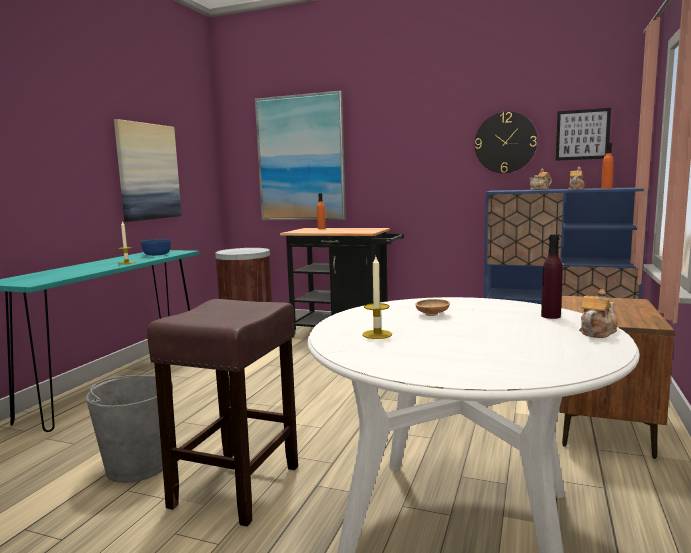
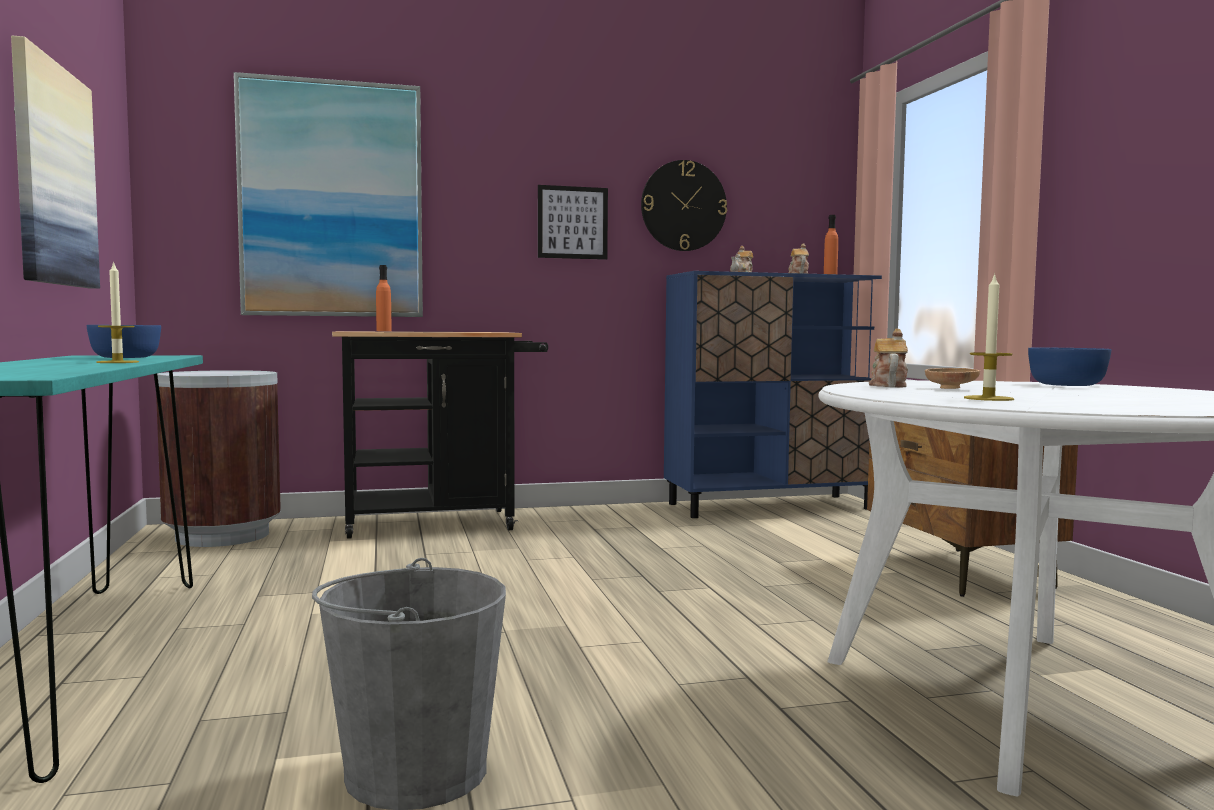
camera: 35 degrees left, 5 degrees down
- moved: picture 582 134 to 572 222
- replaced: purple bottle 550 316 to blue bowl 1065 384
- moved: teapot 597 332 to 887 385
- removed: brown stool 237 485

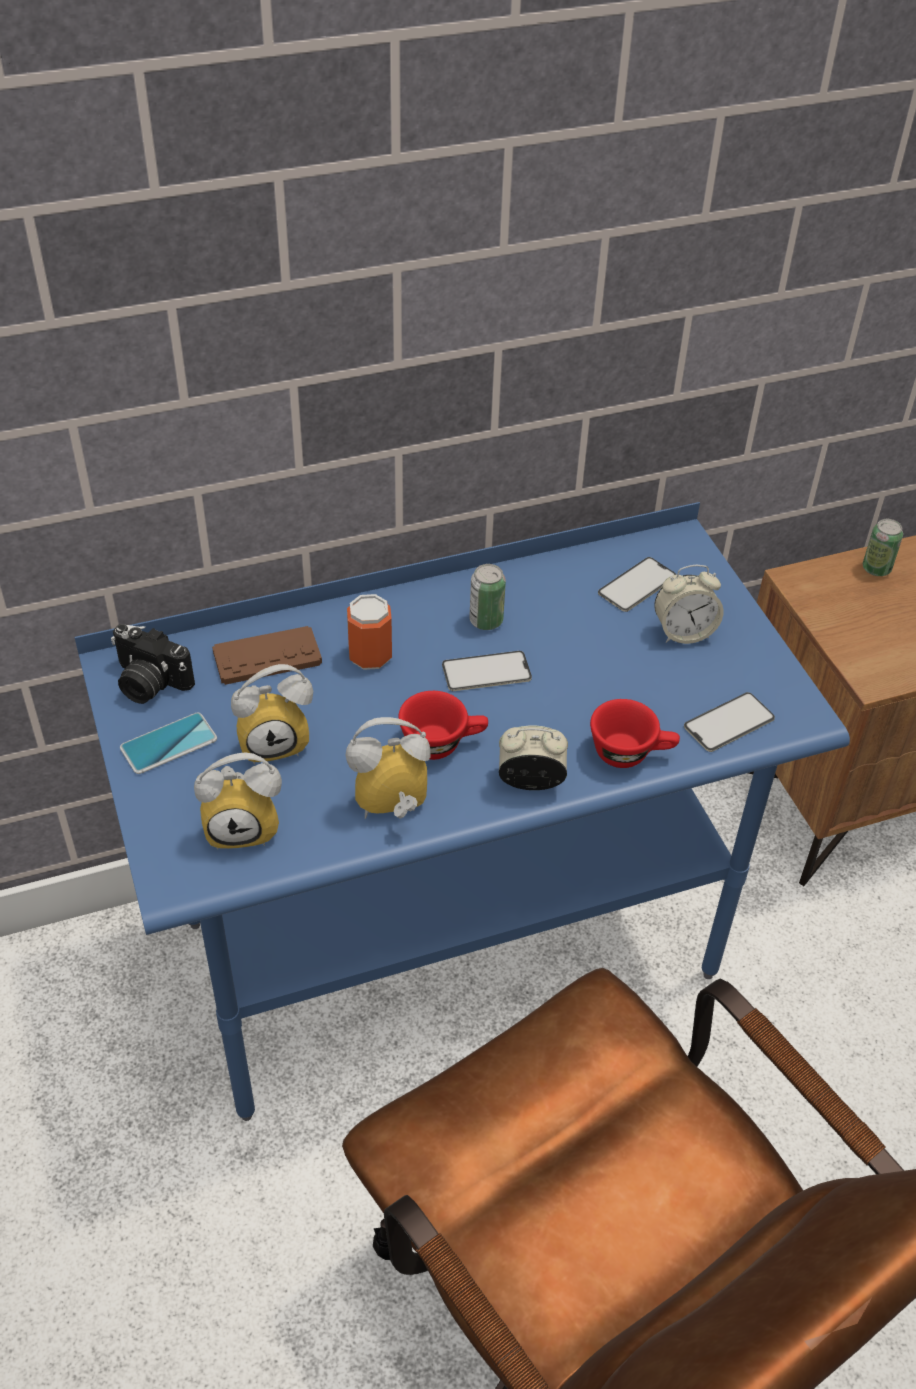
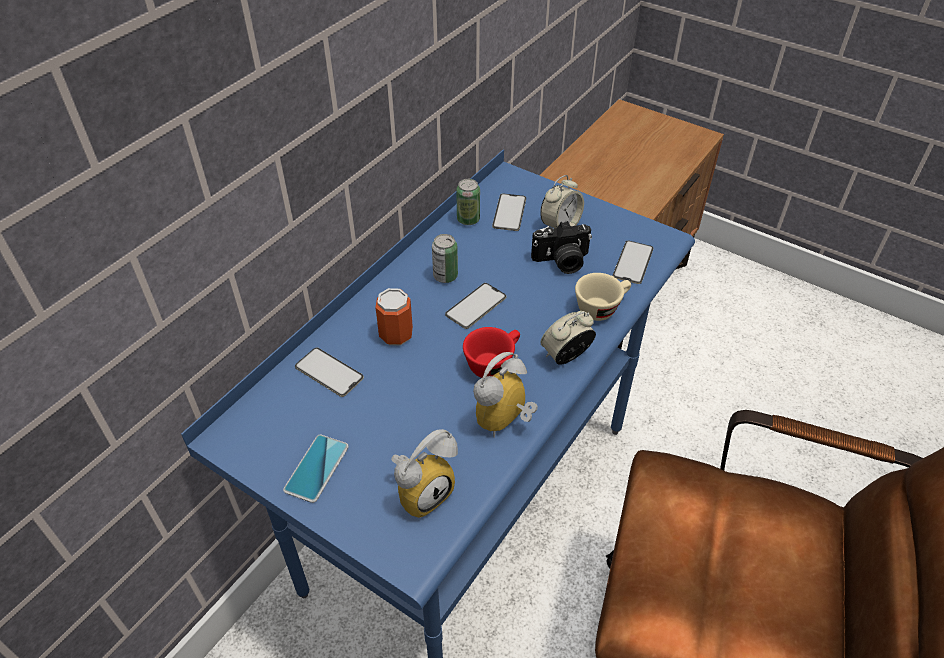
camera: 35 degrees left, 0 degrees up
- moved: can 876 569 to 468 219
- moved: photo camera 148 683 to 562 262
- replaced: brown game controller 267 657 to phone 329 372
- removed: alarm clock 275 741
- recoloured: red cup 631 752 to beige cup 601 307

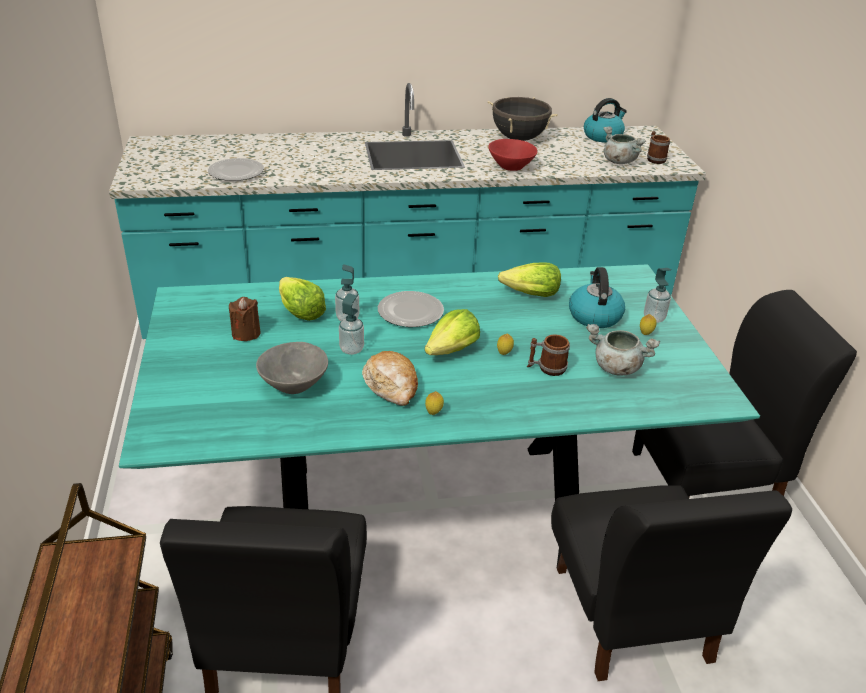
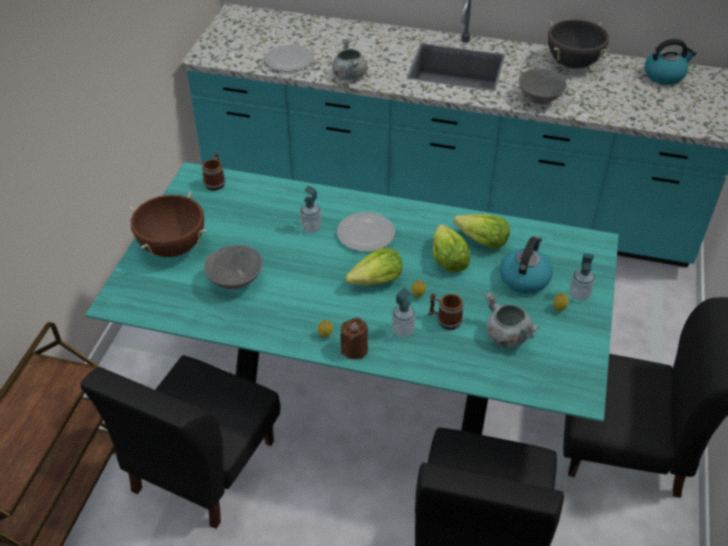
camera: 25 degrees right, 10 degrees up
- moved: grey cooking pot 618 161 to 349 75
- moved: mug 654 159 to 216 181
- recoloured: red bowl 511 167 to grey bowl 539 99
- moved: lettuce 300 312 to 447 259
- moved: soap dispenser 351 349 to 403 331
- moved: brown candle 246 333 to 354 349
- removed: bread 391 386
- added: brown cooking pot 173 247

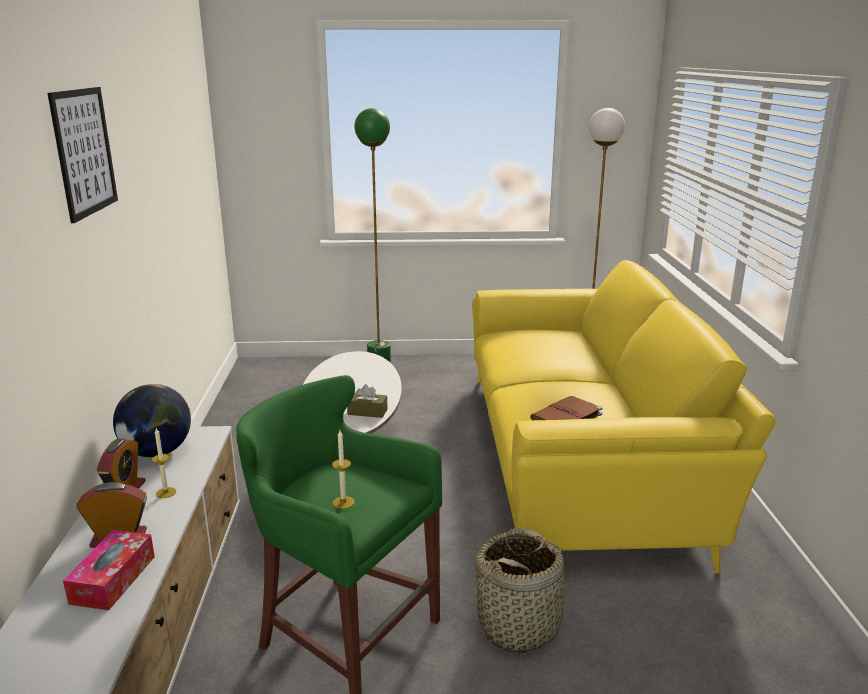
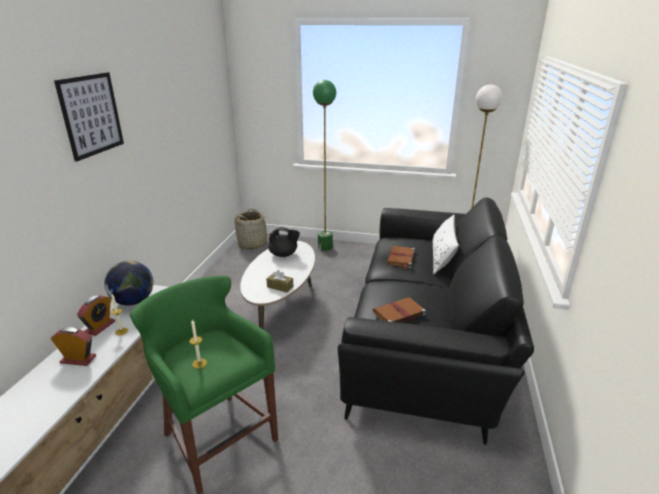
camera: 15 degrees right, 5 degrees up
- recoloured: yellow sofa 579 456 to black sofa 426 333
- moved: basket 519 625 to 253 244
- removed: tissue box 113 579
- added: white pillow 442 257
- added: black teapot 284 254
- added: brown book 400 258

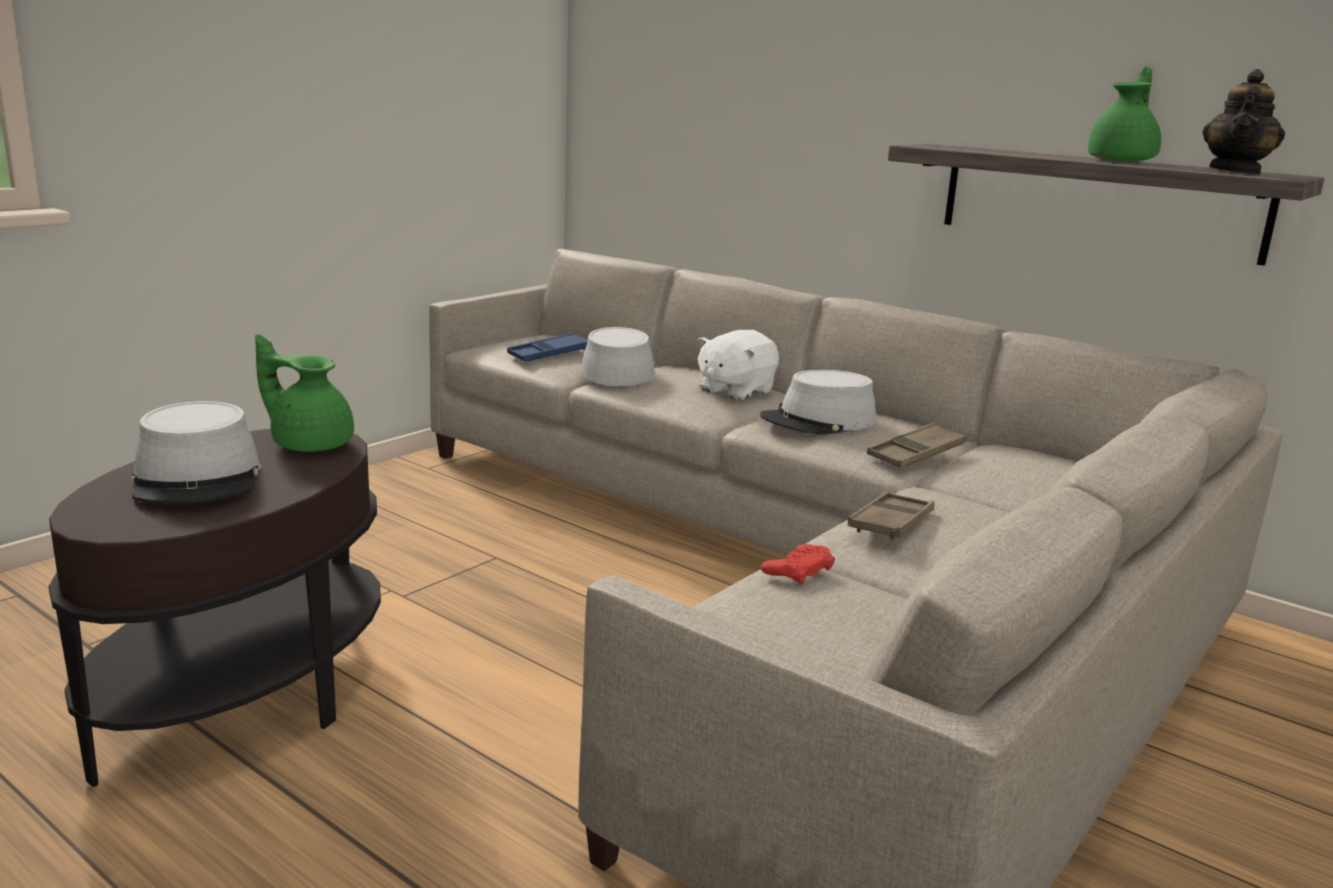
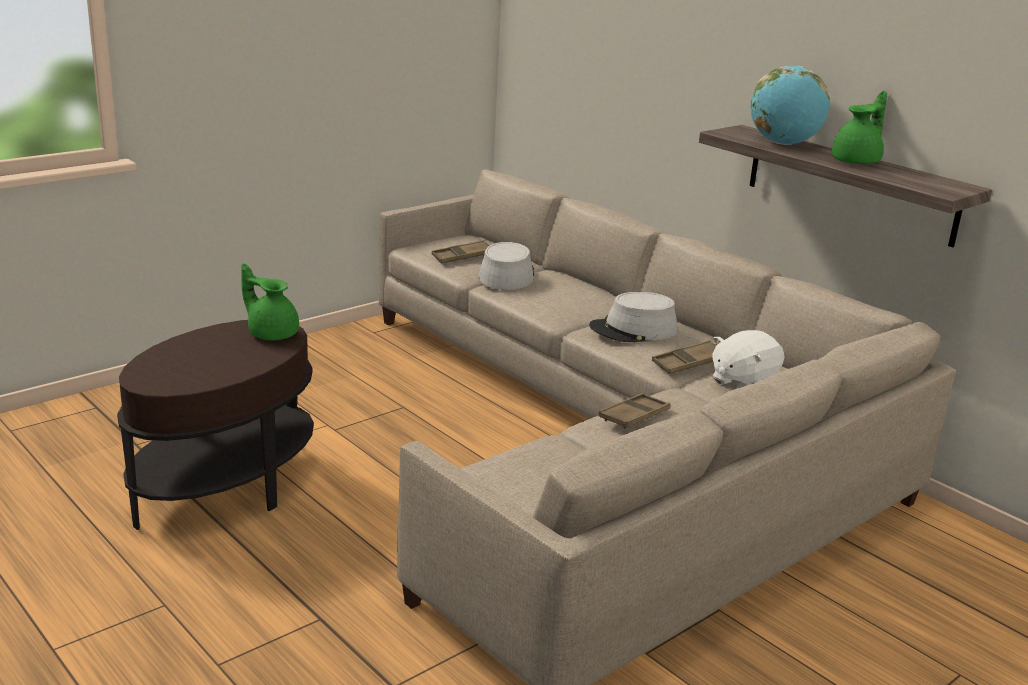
camera: 10 degrees right, 5 degrees up
- removed: teapot 1235 171
- moved: white plush toy 735 391 to 743 382
- recoloured: blue tray 549 354 to brown tray 463 256
- removed: grey hat 198 479
- removed: red game controller 798 570
- added: globe 783 144

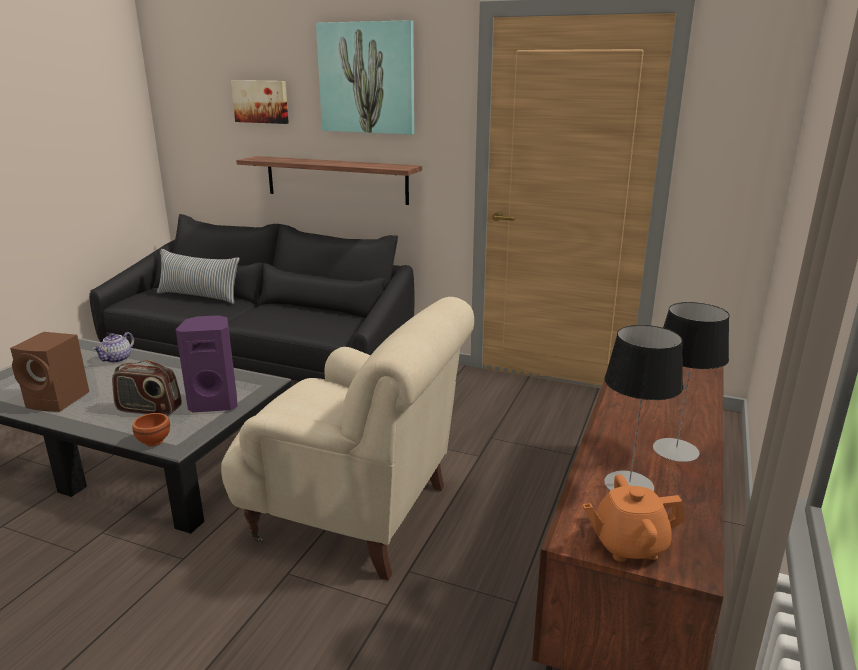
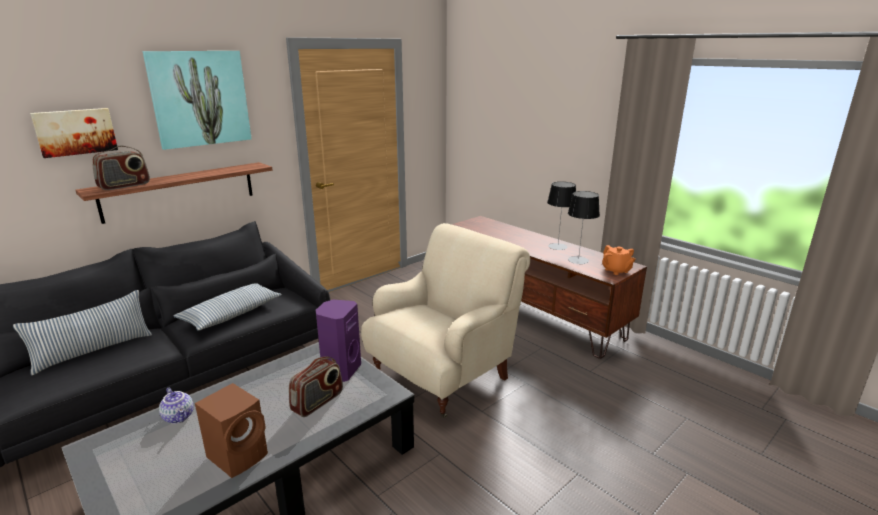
camera: 65 degrees left, 0 degrees up
- removed: brown bowl 153 441
- turned: orange teapot 628 545 = 616 270 45 degrees counterclockwise
- added: radio 124 186
- added: pillow 231 314

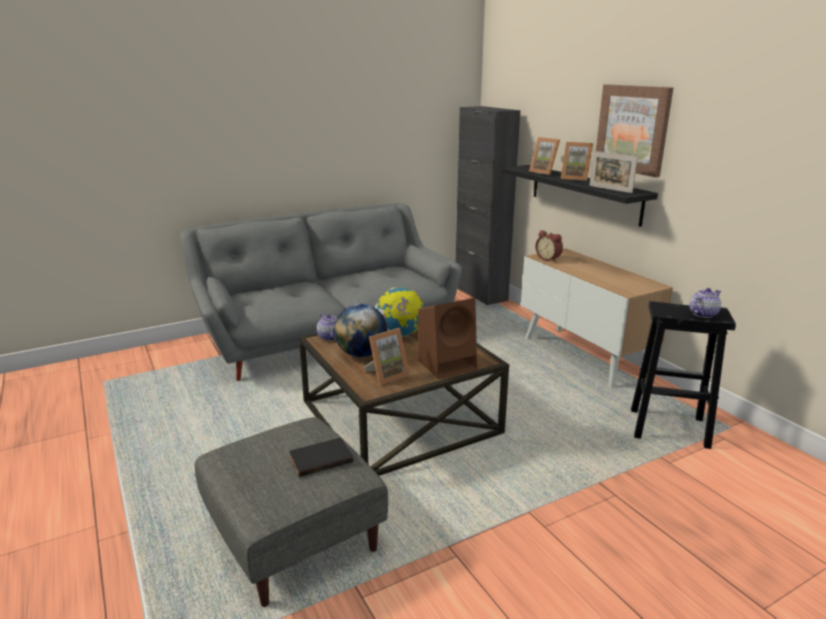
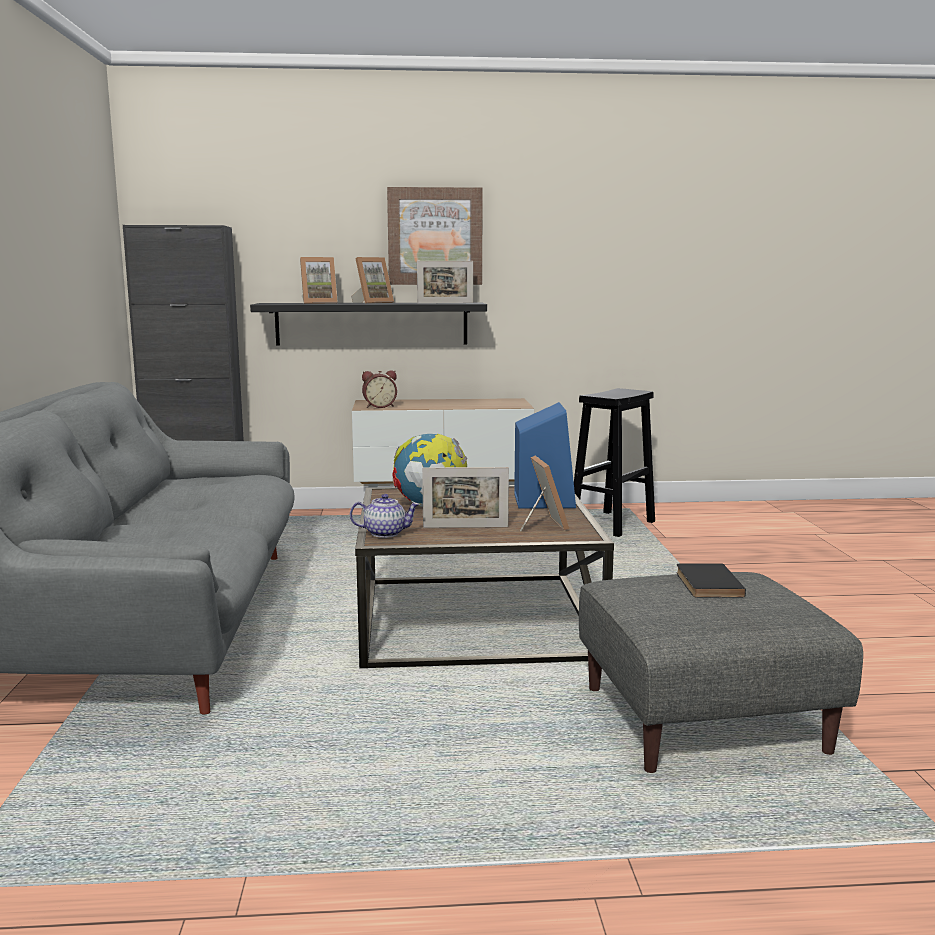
camera: 65 degrees left, 10 degrees down
- removed: teapot 702 314
- recoloured: brown speaker 448 364 to blue speaker 543 500
- replaced: globe 361 354 to picture frame 465 527

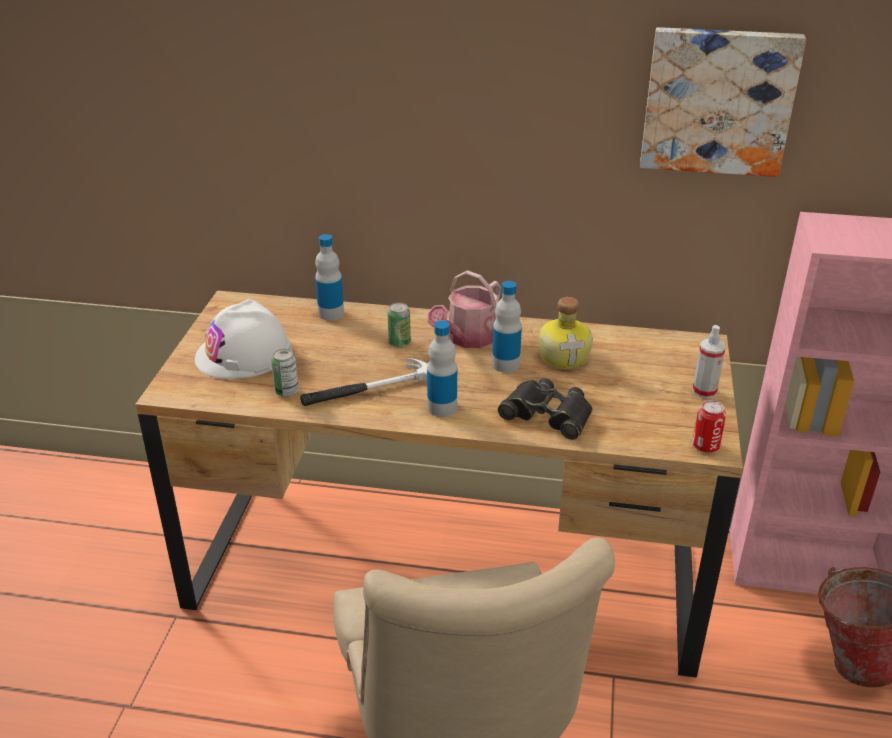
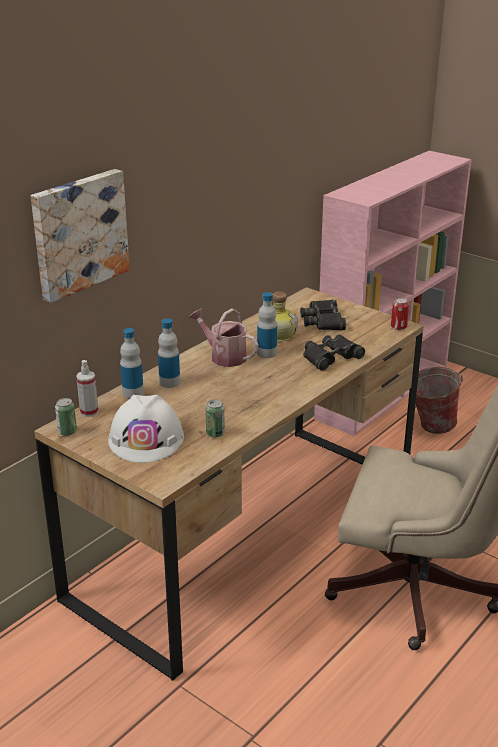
camera: 60 degrees left, 5 degrees down
- moved: picture 718 100 to 78 233
- turned: watering can 467 339 = 224 356 150 degrees clockwise
- moved: can 399 343 to 67 432
- moved: bottle 442 407 to 169 382
- moved: spray bottle 704 391 to 89 412
- removed: hammer 368 390
- added: black binoculars 323 321

